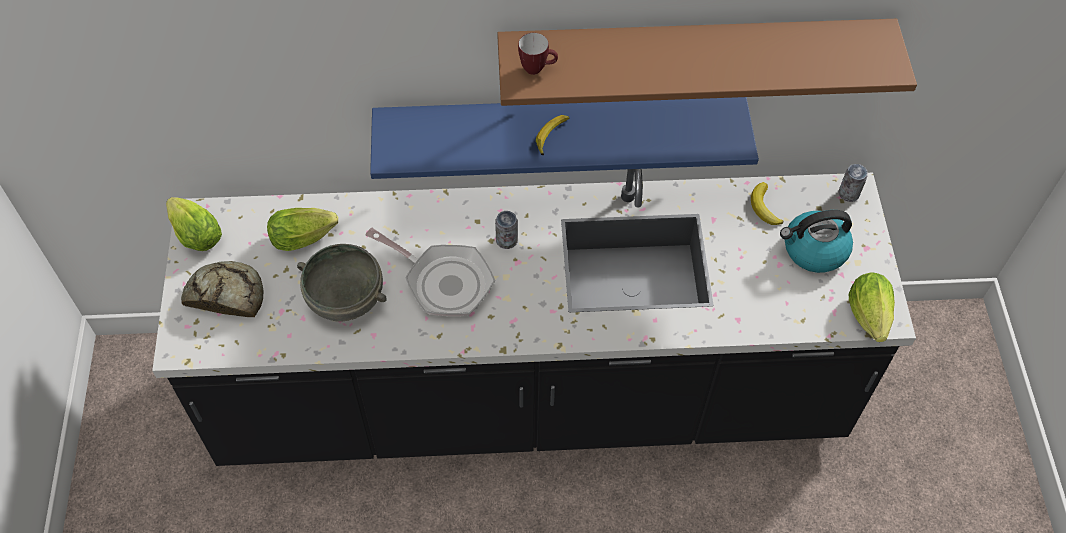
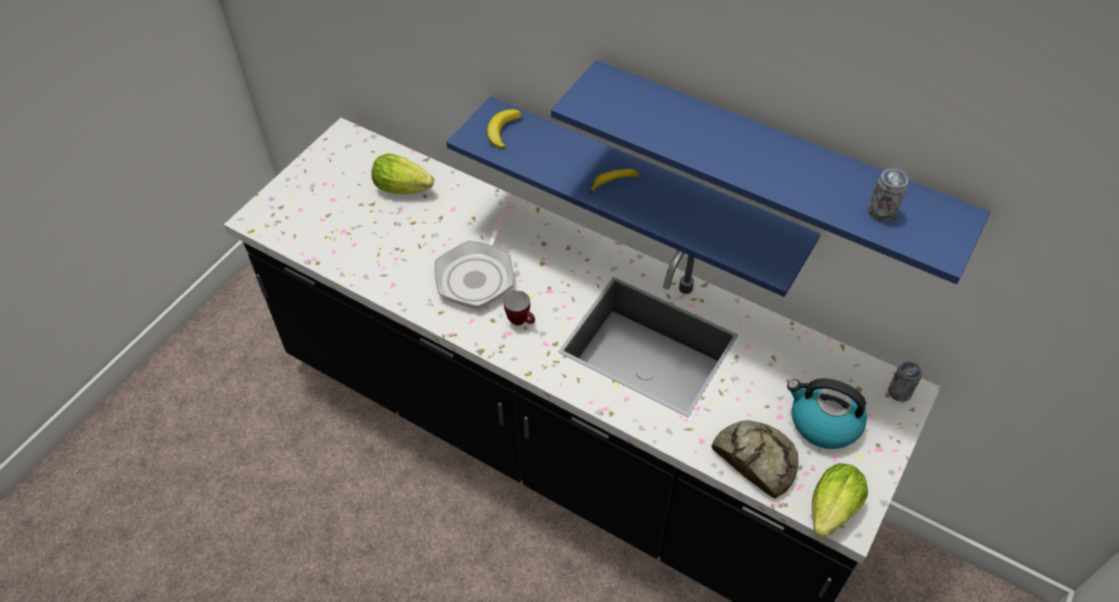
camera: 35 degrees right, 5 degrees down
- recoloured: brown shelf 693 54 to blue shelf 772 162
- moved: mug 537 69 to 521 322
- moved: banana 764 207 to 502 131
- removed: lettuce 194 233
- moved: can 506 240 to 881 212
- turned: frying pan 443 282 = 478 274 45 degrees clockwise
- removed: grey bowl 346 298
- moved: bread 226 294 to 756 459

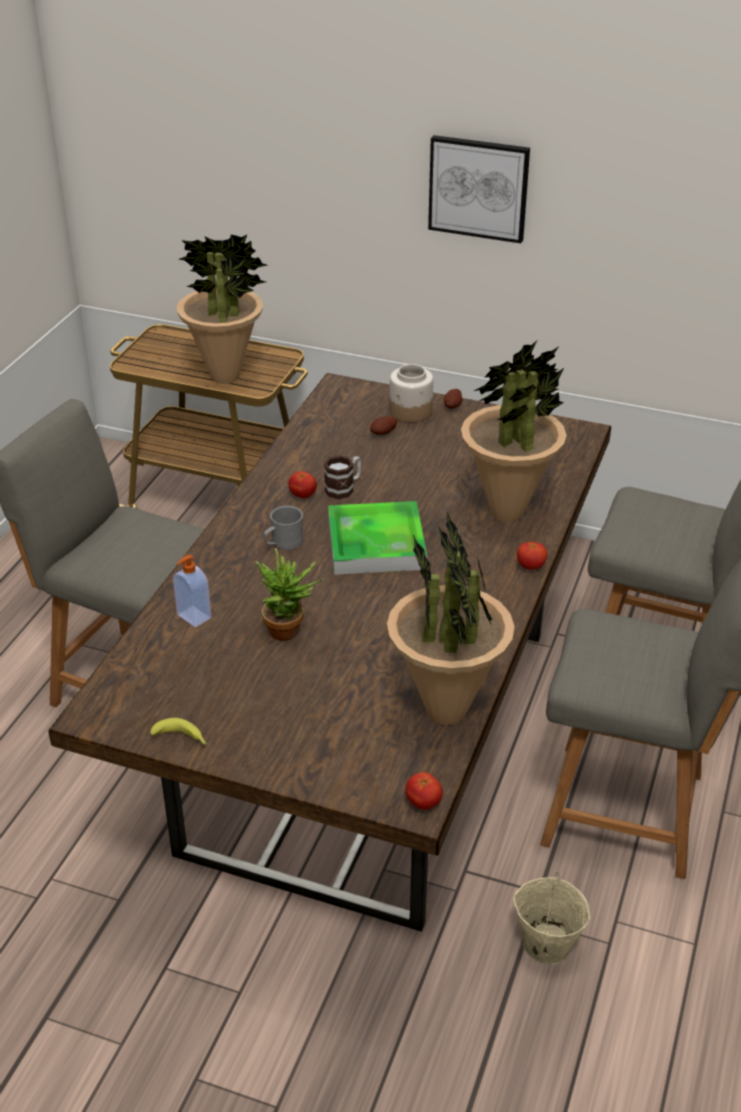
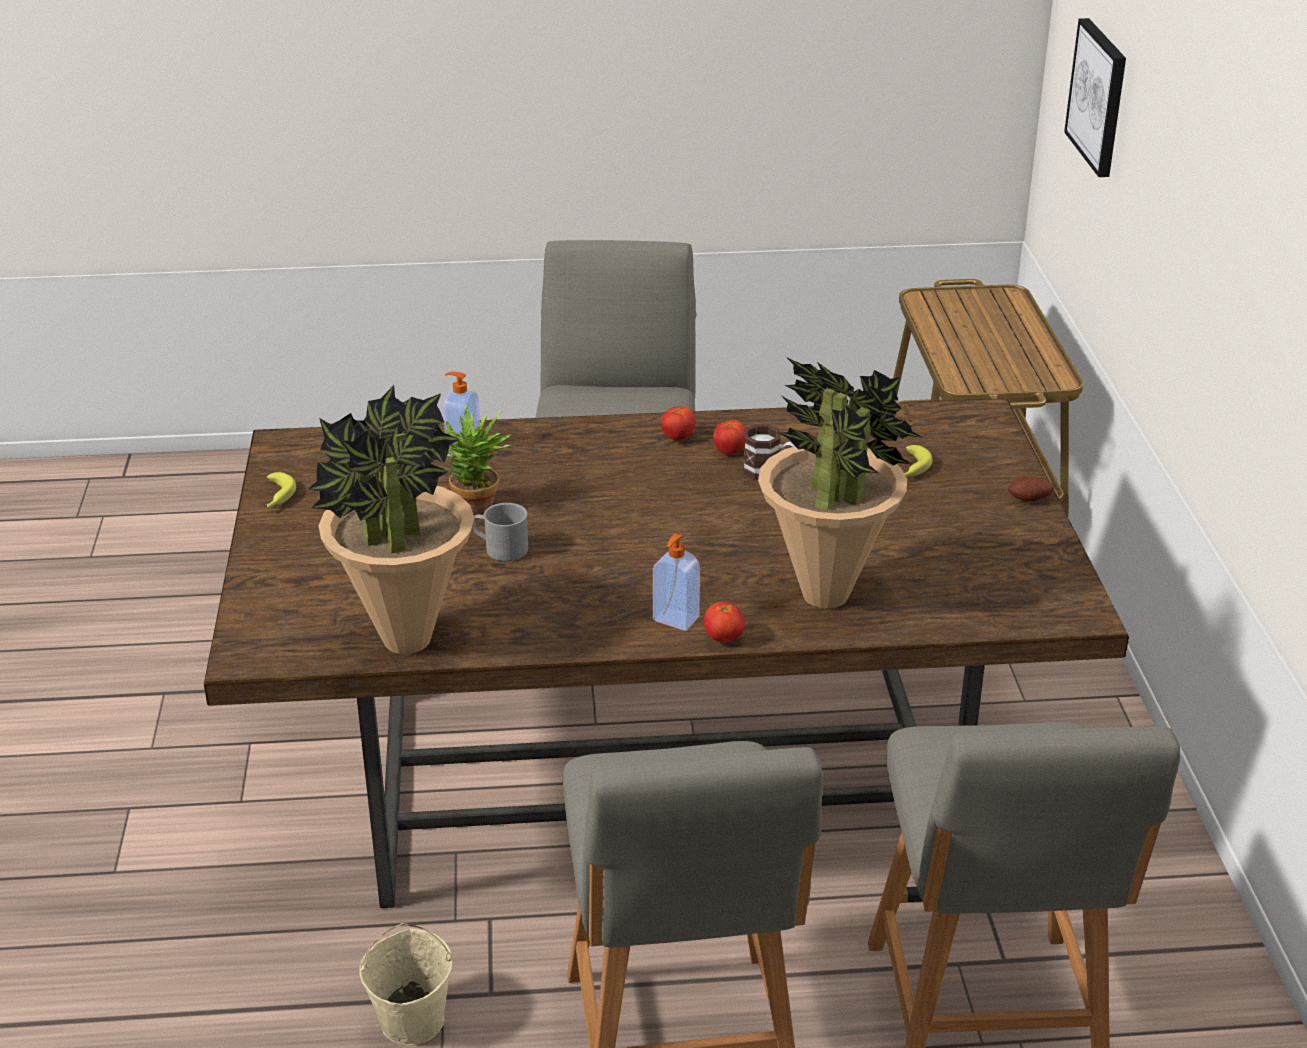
camera: 65 degrees right, 5 degrees down
- moved: picture 478 188 to 1099 96
- removed: potted plant 226 377
- removed: jar 410 412
- replaced: potato 384 433 to banana 911 468
- removed: tray 376 544
- moved: grey mug 283 543 to 500 548
- moved: tomato 423 803 to 678 437
- added: soap dispenser 675 620

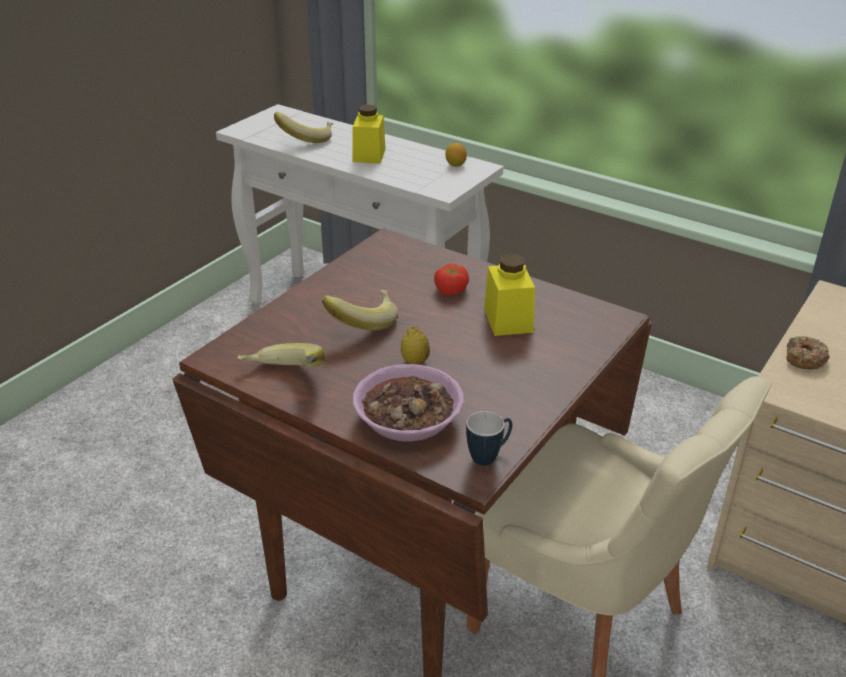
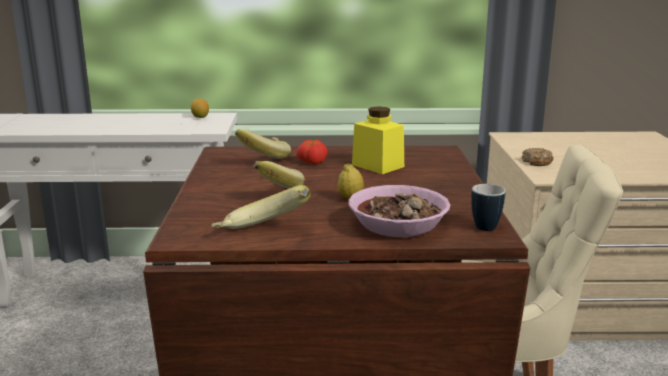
camera: 35 degrees left, 15 degrees down
- removed: yellow jar 369 155
- moved: banana 306 139 to 263 158

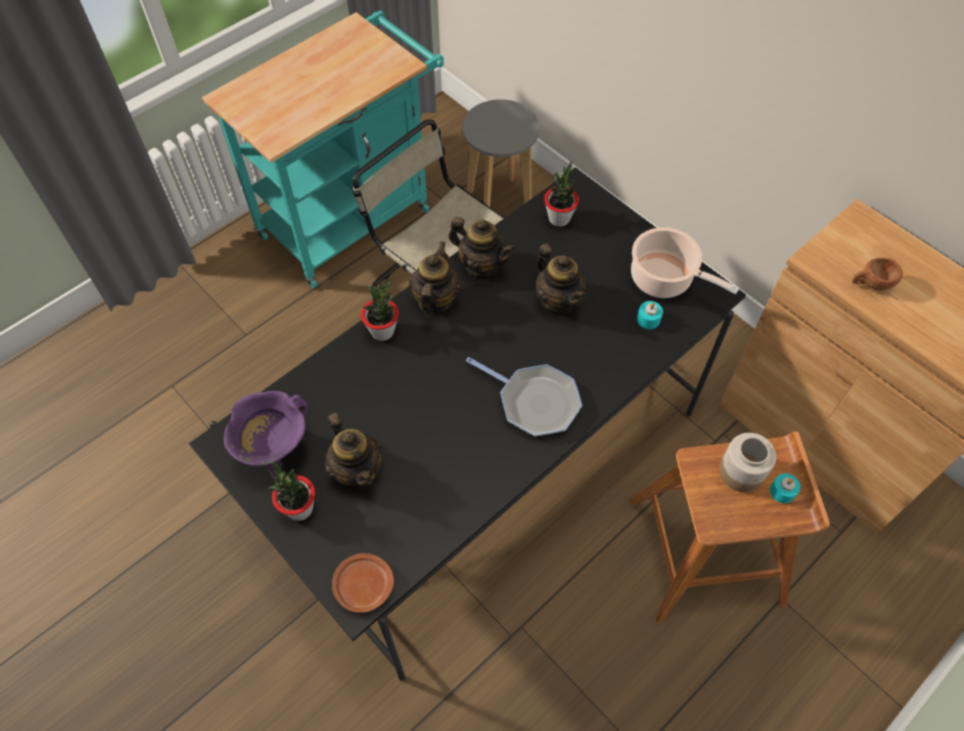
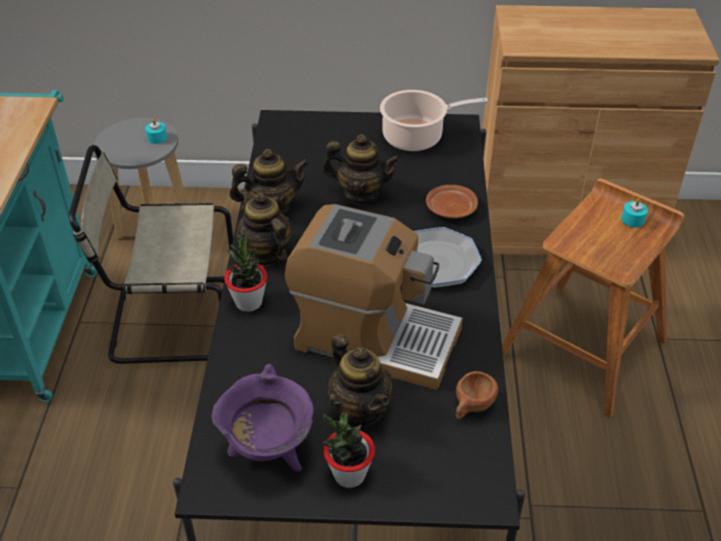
camera: 45 degrees left, 15 degrees down
- removed: potted plant 559 218
- moved: brown cup 871 284 to 471 407
- moved: turquoise candle 648 319 to 157 138
- turned: teapot 357 470 = 360 409 45 degrees clockwise
- removed: jar 742 472
- moved: brown plate 363 586 to 450 209
- added: coffee machine 374 338

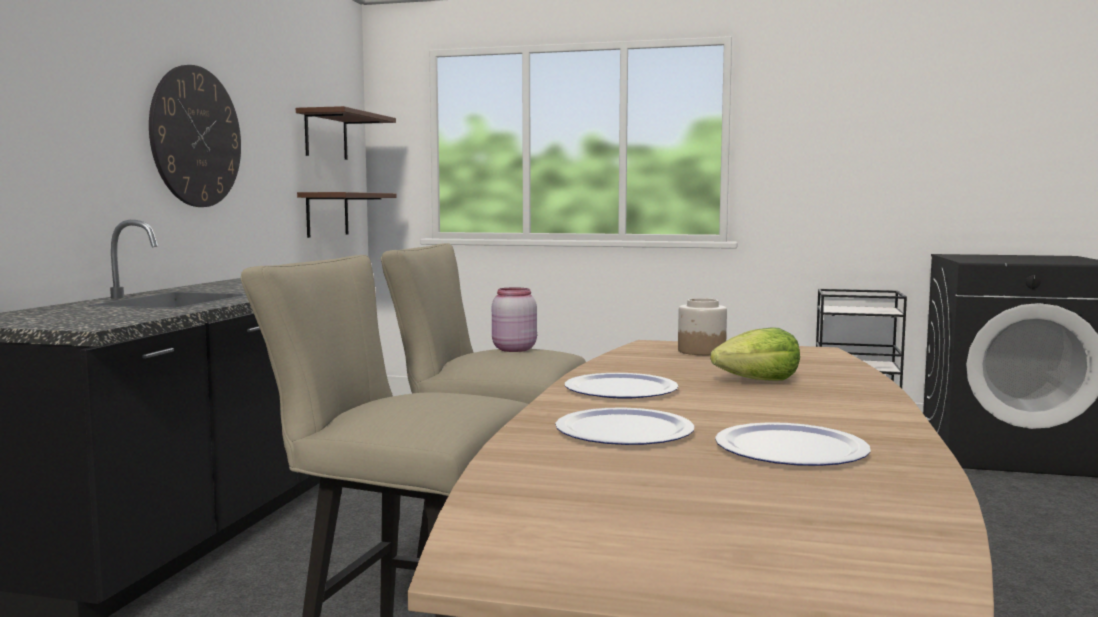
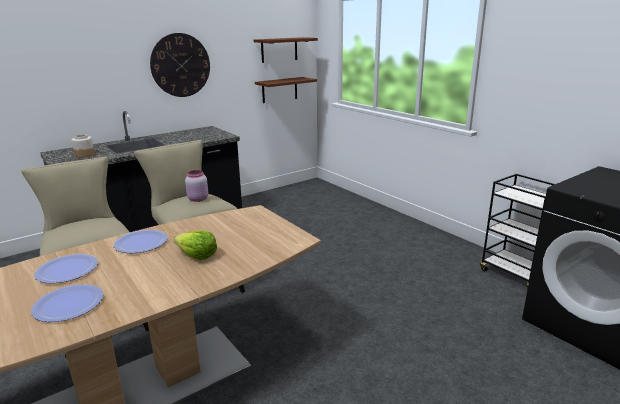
camera: 40 degrees right, 15 degrees up
- moved: jar 701 351 to 85 155

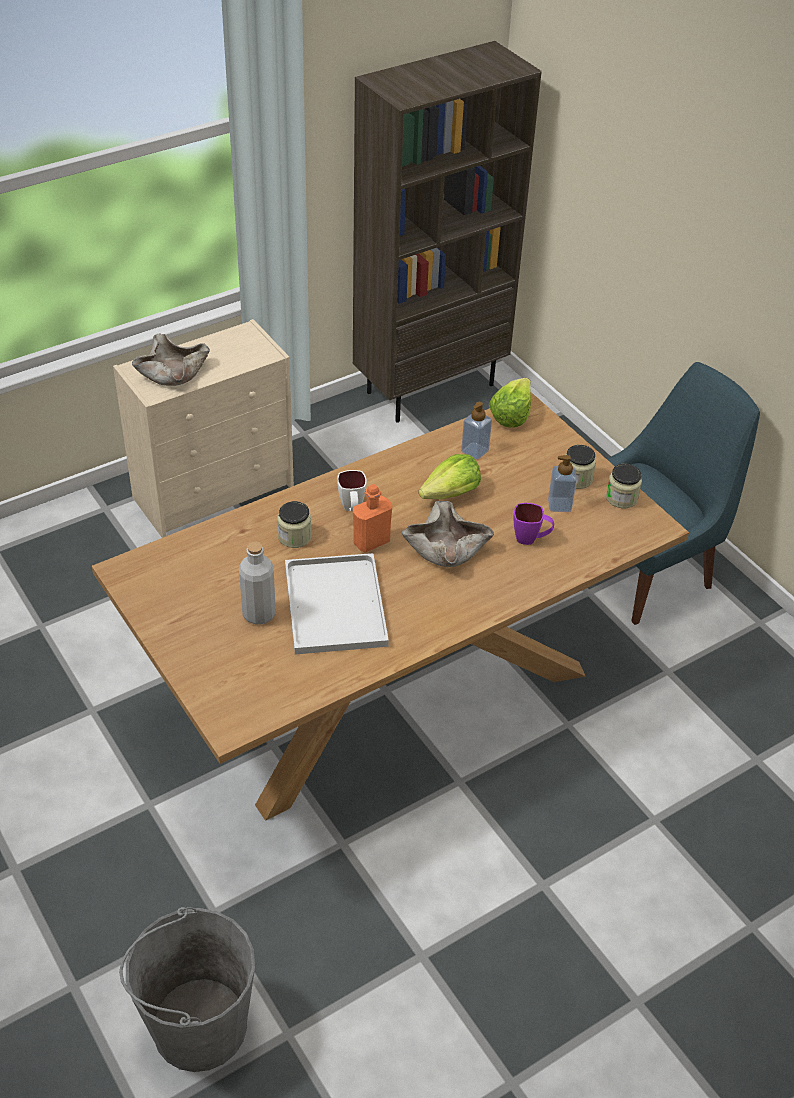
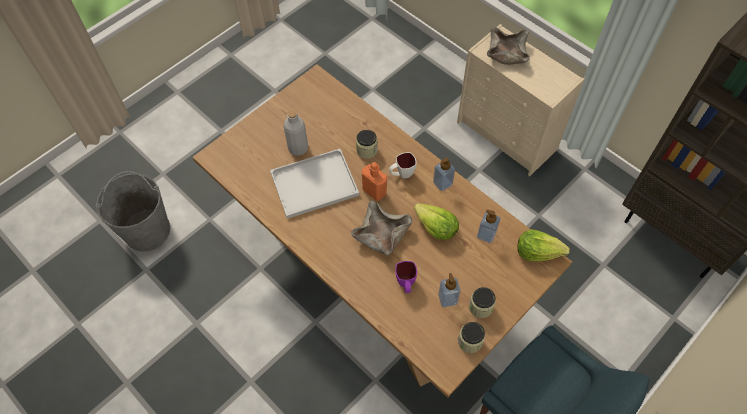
camera: 80 degrees right, 15 degrees up
- added: soap dispenser 442 183

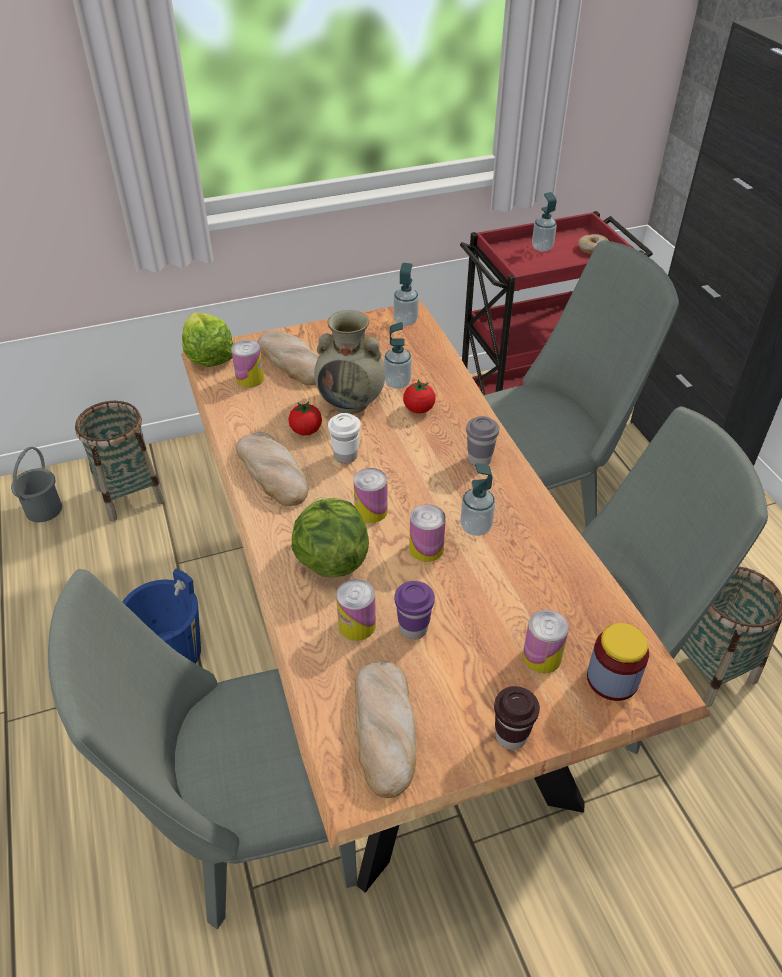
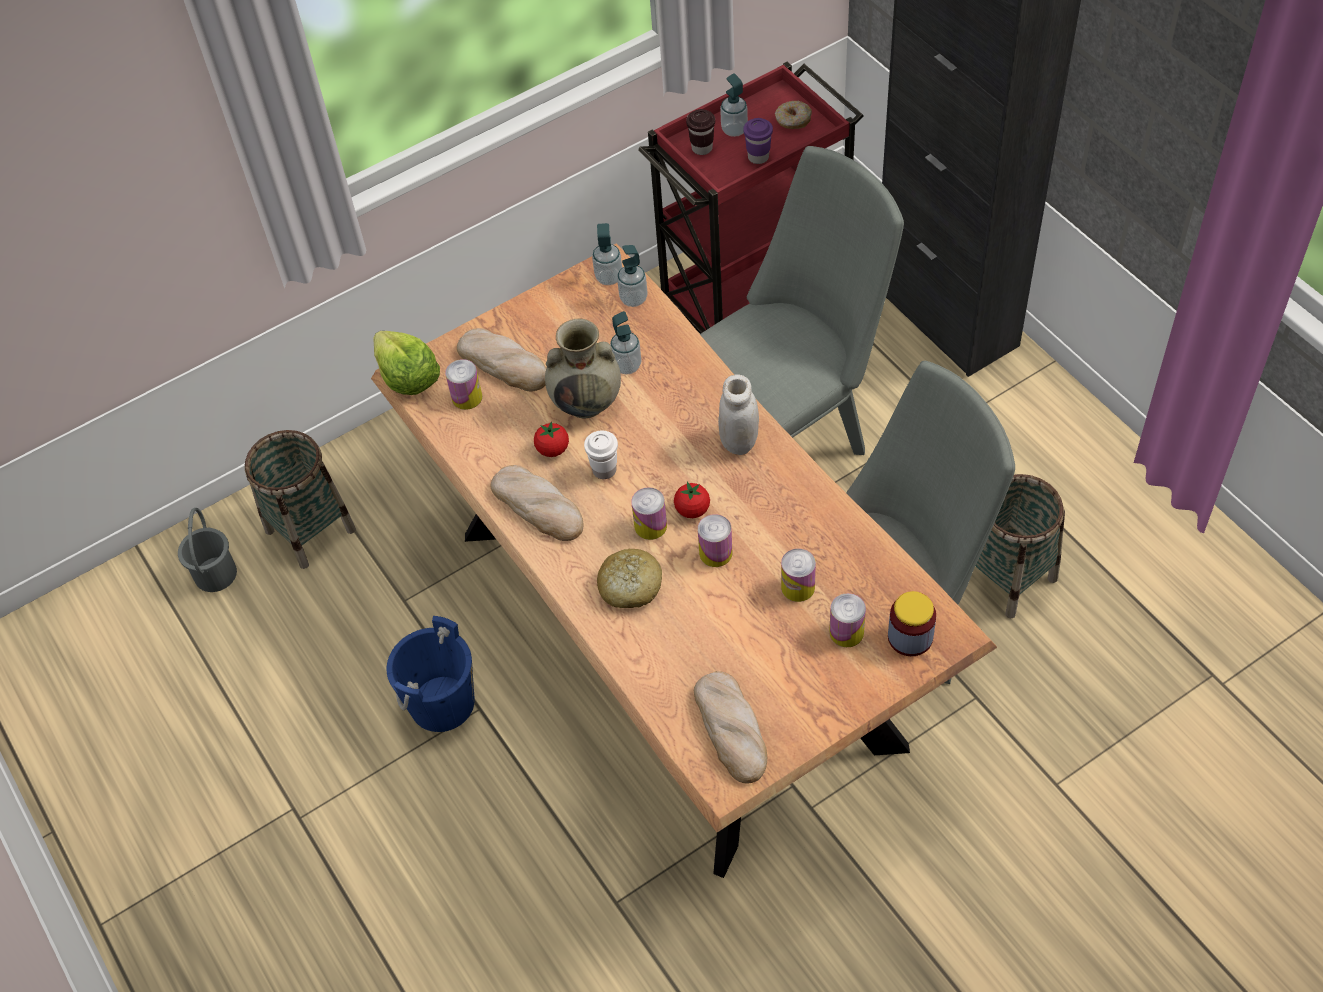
camera: 10 degrees left, 10 degrees up
- moved: tomato 419 409 to 692 510
- replaced: grey cup 479 460 to white jar 739 442
- moved: soap dispenser 475 527 to 633 299
- replaced: lettuce 330 559 to bread 630 586
- removed: grey chair 254 836
- moved: can 357 625 to 798 587
- moved: purple cup 413 628 to 758 157
- moved: brown cup 511 736 to 702 148

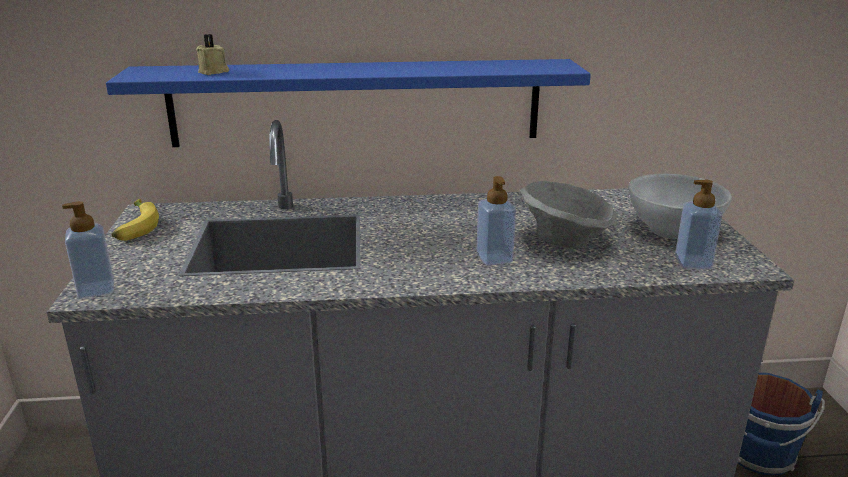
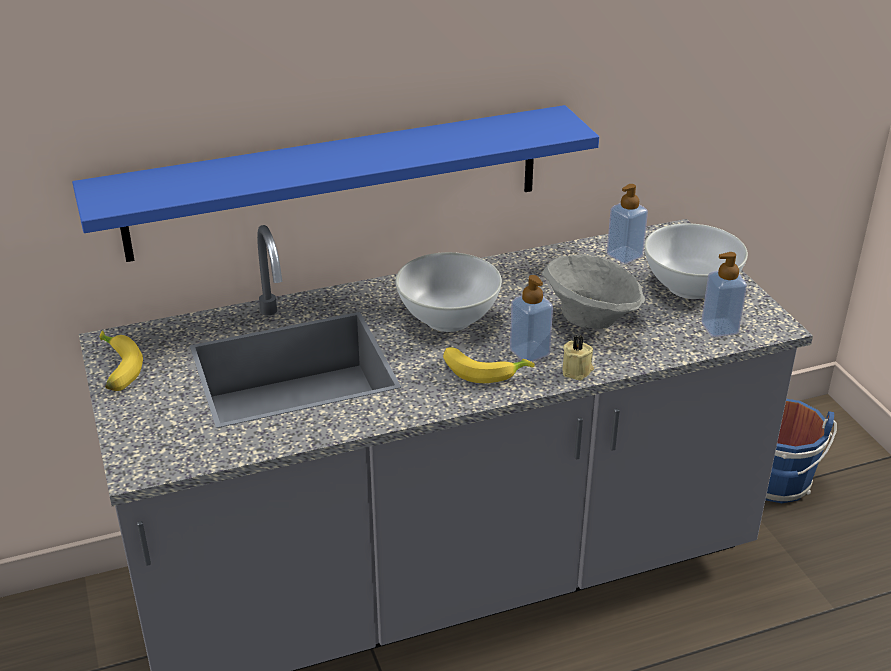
camera: 15 degrees left, 10 degrees up
- moved: beige candle 214 72 to 577 371
- moved: soap dispenser 96 289 to 624 255
- added: white bowl 447 318
- added: banana 484 370

